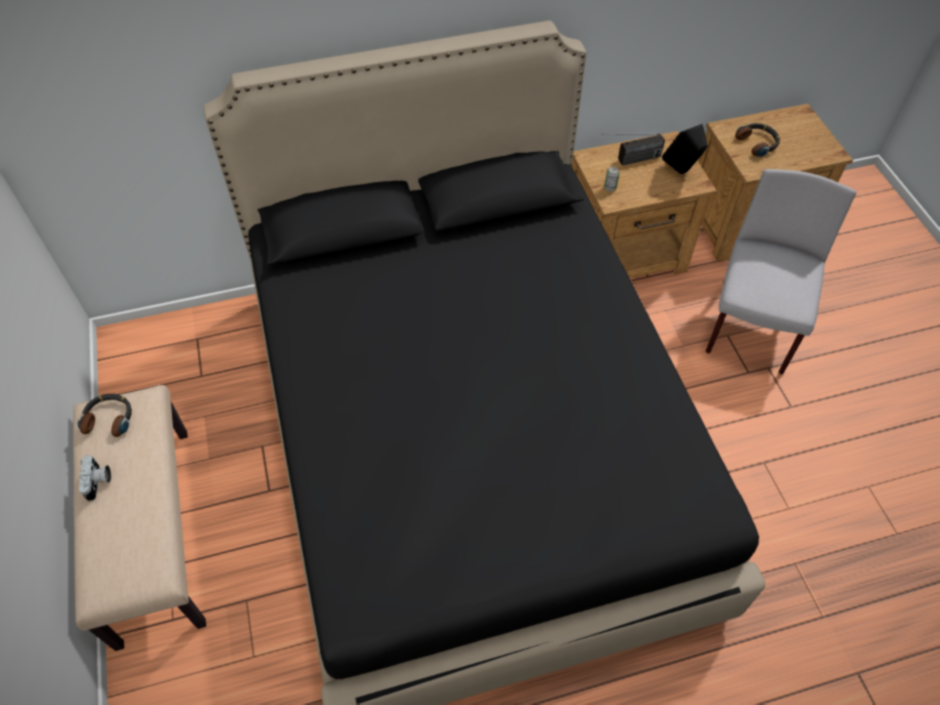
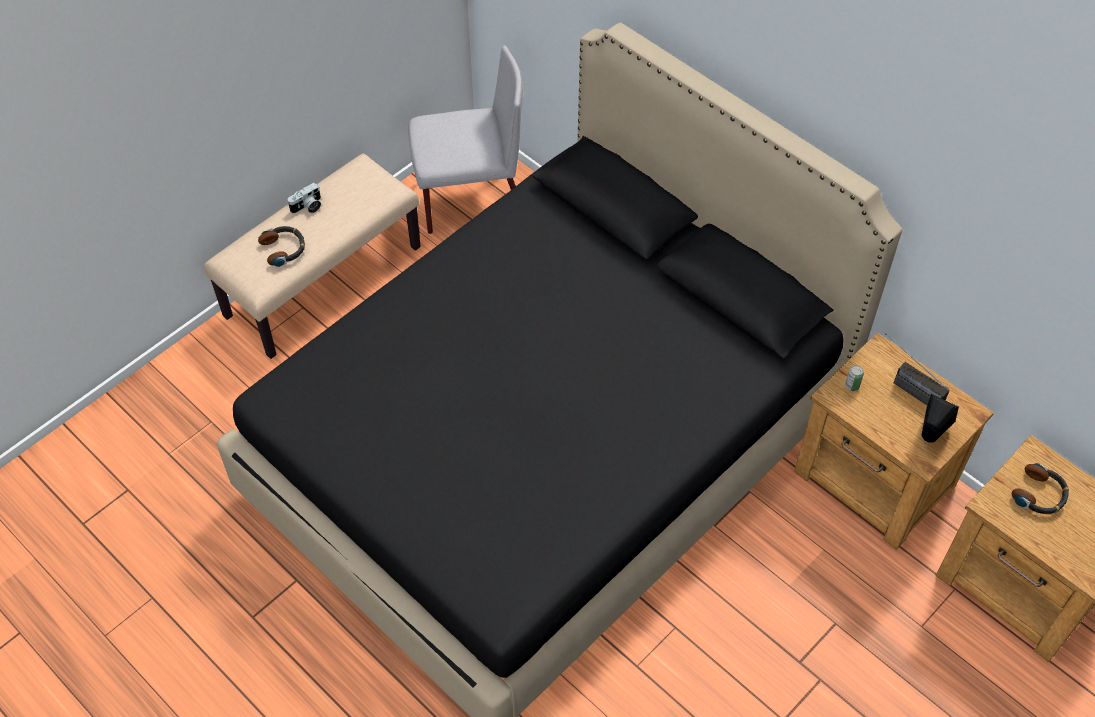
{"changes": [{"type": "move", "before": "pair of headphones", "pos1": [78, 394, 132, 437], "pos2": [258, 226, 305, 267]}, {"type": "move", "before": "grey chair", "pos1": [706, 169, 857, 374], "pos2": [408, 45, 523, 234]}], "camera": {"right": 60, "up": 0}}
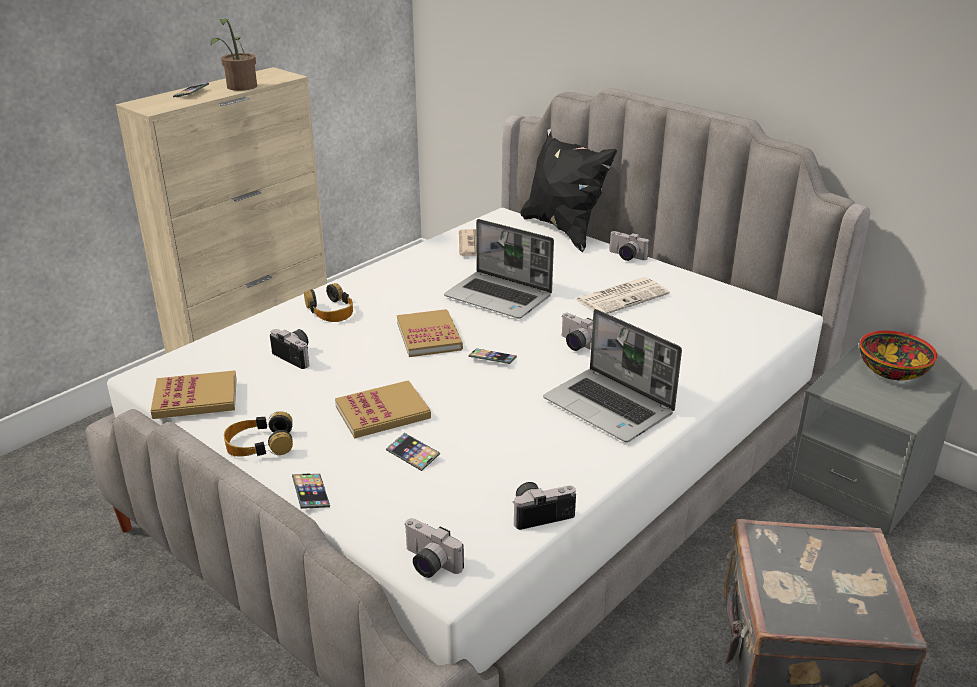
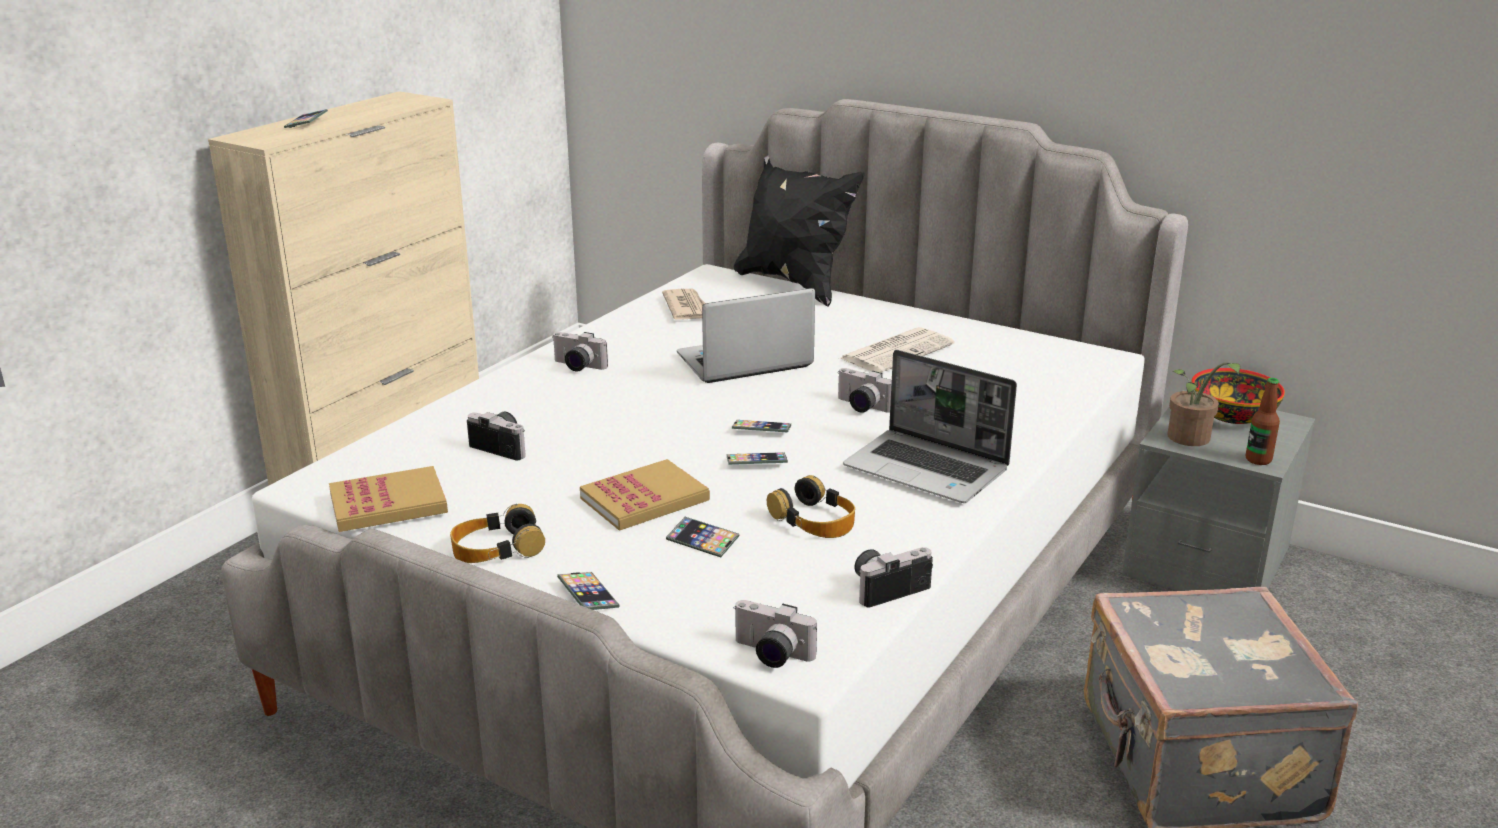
{"changes": [{"type": "move", "before": "photo camera", "pos1": [609, 231, 649, 261], "pos2": [553, 332, 608, 371]}, {"type": "rotate", "before": "notebook computer", "pos1": [444, 219, 554, 319], "pos2": [677, 288, 815, 383], "turn": 135}, {"type": "insert", "after": "phone", "pos2": [727, 452, 788, 465]}, {"type": "move", "before": "pair of headphones", "pos1": [304, 283, 353, 322], "pos2": [767, 475, 855, 538]}, {"type": "move", "before": "potted plant", "pos1": [211, 18, 257, 91], "pos2": [1168, 363, 1241, 446]}, {"type": "insert", "after": "beverage bottle", "pos2": [1246, 378, 1280, 465]}, {"type": "delete", "before": "volume", "pos1": [397, 309, 463, 357]}], "camera": {"right": -10, "up": -5}}
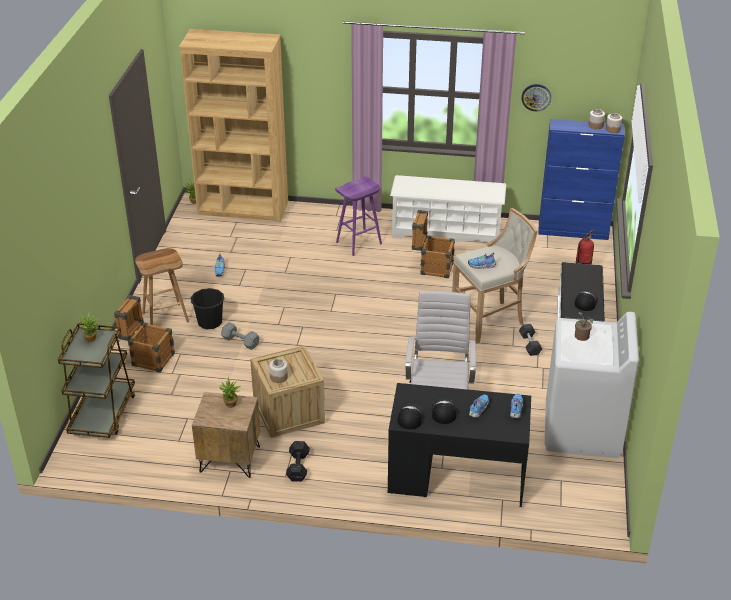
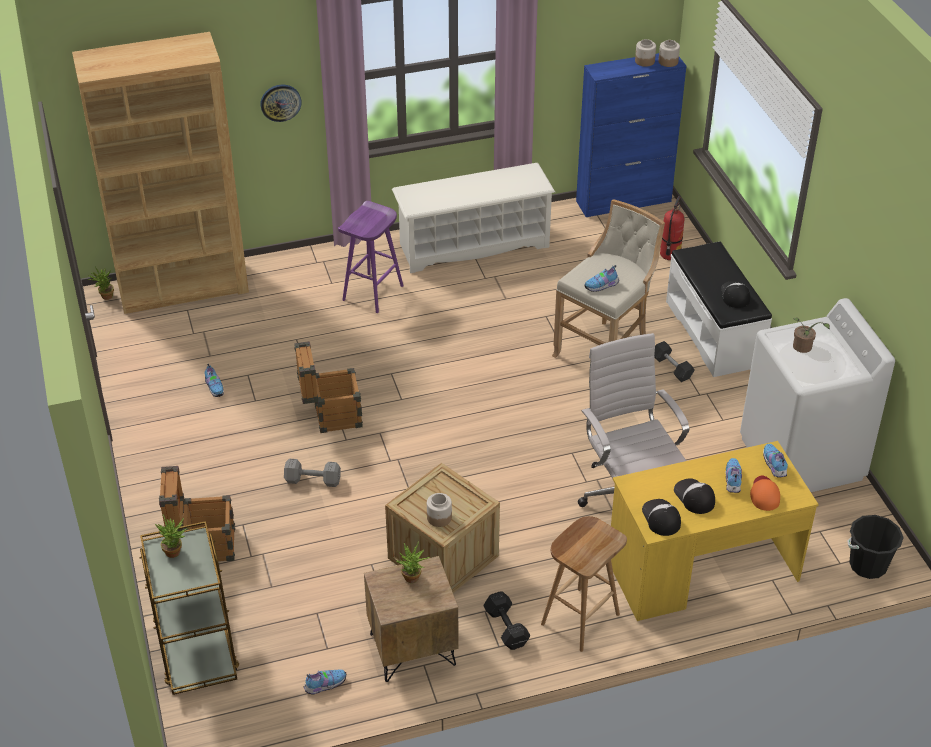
{"changes": [{"type": "move", "before": "hanging clock", "pos1": [522, 84, 551, 111], "pos2": [261, 85, 302, 122]}, {"type": "move", "before": "packing crate", "pos1": [412, 210, 455, 278], "pos2": [294, 341, 363, 433]}, {"type": "insert", "after": "low shoe", "pos2": [304, 669, 346, 695]}, {"type": "move", "before": "brown-coloured stool seat", "pos1": [135, 248, 189, 325], "pos2": [541, 516, 627, 652]}, {"type": "recolor", "before": "blackish desk unit", "after": "yellow-coloured desk unit", "pos1": [388, 383, 531, 507], "pos2": [611, 441, 819, 621]}, {"type": "insert", "after": "orange peaked cap", "pos2": [750, 476, 780, 511]}, {"type": "move", "before": "blackish water bucket", "pos1": [190, 288, 225, 329], "pos2": [847, 515, 904, 579]}], "camera": {"right": -25, "up": 5}}
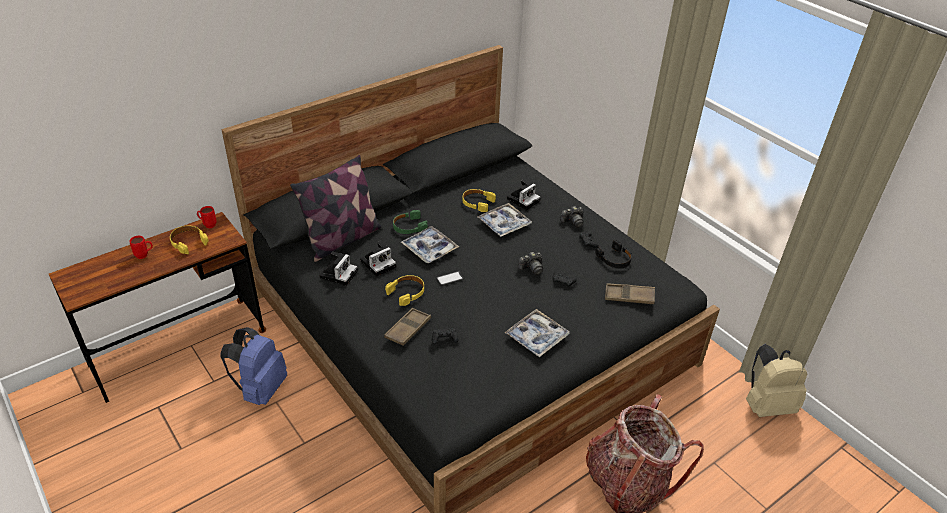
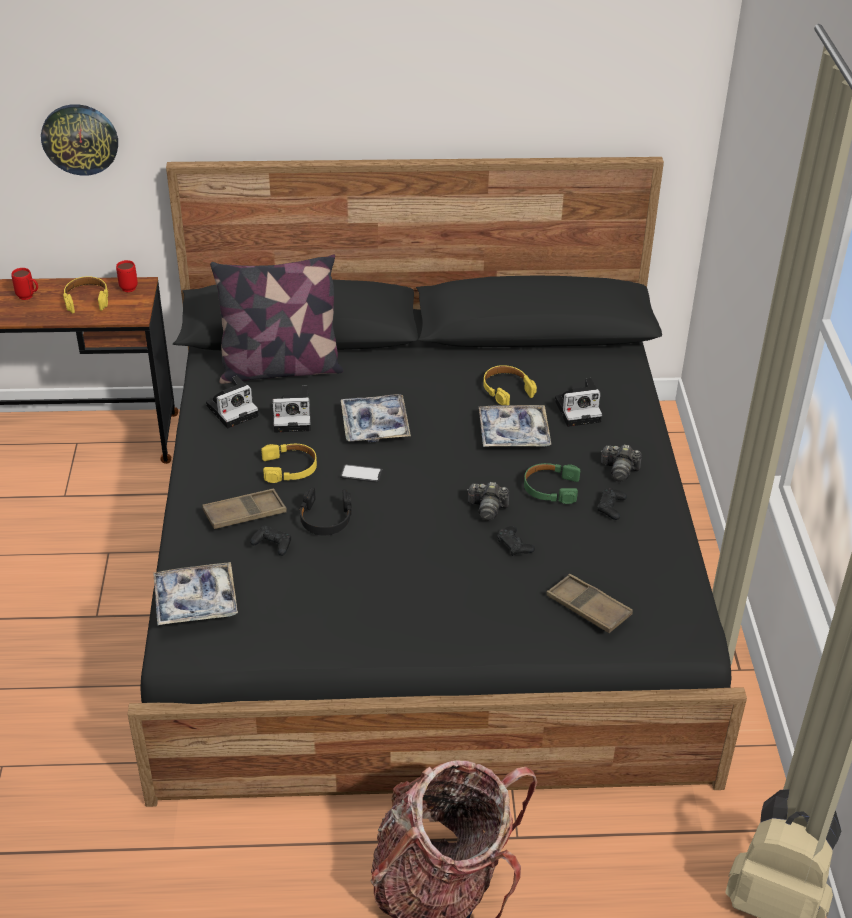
{"changes": [{"type": "insert", "after": "hanging clock", "pos2": [41, 104, 118, 176]}, {"type": "move", "before": "carrying tray", "pos1": [505, 309, 570, 357], "pos2": [154, 562, 238, 625]}, {"type": "move", "before": "blackish pair of headphones", "pos1": [595, 240, 632, 268], "pos2": [300, 487, 352, 535]}, {"type": "move", "before": "green-coloured pair of headphones", "pos1": [393, 210, 428, 234], "pos2": [524, 463, 580, 504]}, {"type": "delete", "before": "blue-coloured backpack", "pos1": [220, 327, 287, 405]}], "camera": {"right": 35, "up": 0}}
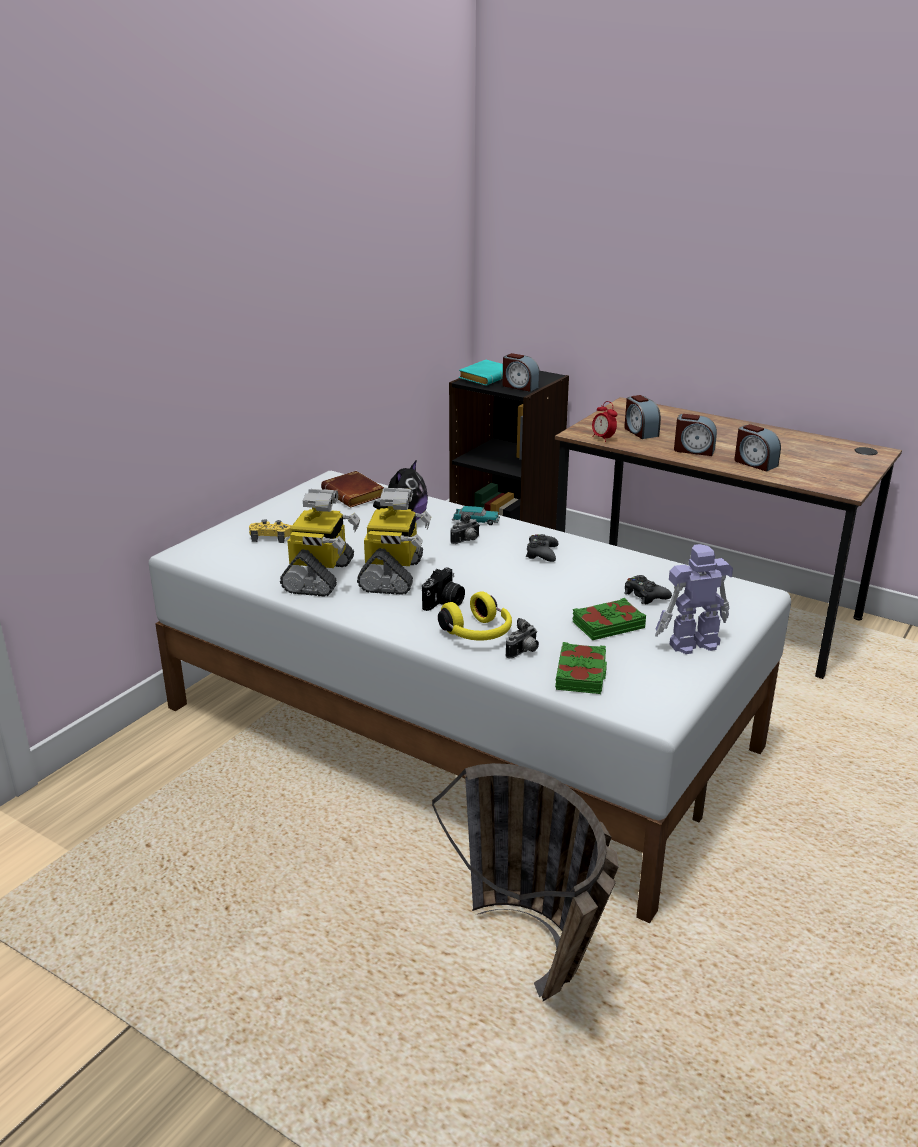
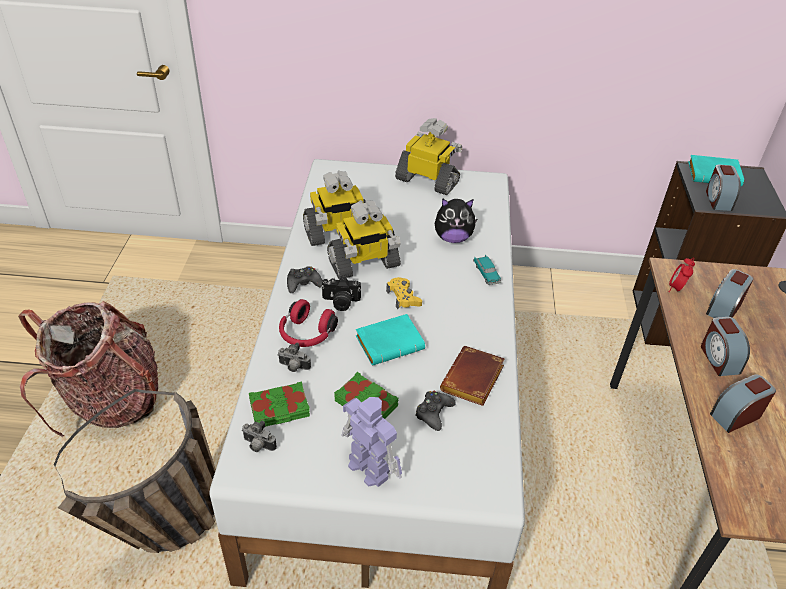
{"changes": [{"type": "insert", "after": "backpack", "pos2": [18, 301, 158, 437]}, {"type": "move", "before": "photo camera", "pos1": [450, 512, 479, 544], "pos2": [242, 421, 277, 452]}, {"type": "recolor", "before": "yellow-coloured pair of headphones", "after": "red pair of headphones", "pos1": [438, 591, 512, 640], "pos2": [279, 299, 338, 347]}, {"type": "move", "before": "blackish game controller", "pos1": [526, 534, 559, 562], "pos2": [287, 266, 322, 293]}, {"type": "insert", "after": "turquoise volume", "pos2": [356, 314, 425, 365]}, {"type": "move", "before": "yellow-coloured game controller", "pos1": [249, 519, 292, 543], "pos2": [386, 277, 422, 309]}, {"type": "insert", "after": "model robot", "pos2": [395, 118, 462, 195]}, {"type": "move", "before": "brown-coloured volume", "pos1": [321, 471, 384, 507], "pos2": [440, 346, 505, 406]}, {"type": "rotate", "before": "bedside clock", "pos1": [734, 424, 781, 472], "pos2": [710, 374, 776, 433], "turn": 45}], "camera": {"right": 60, "up": 15}}
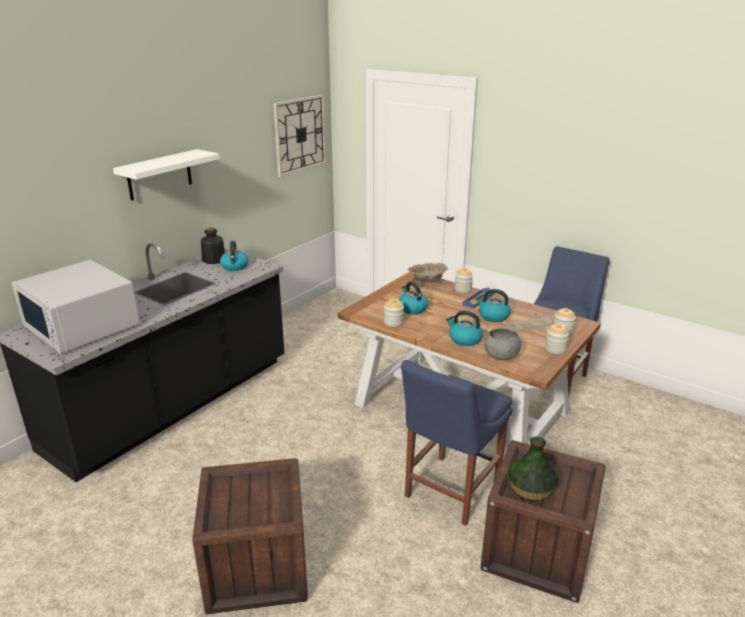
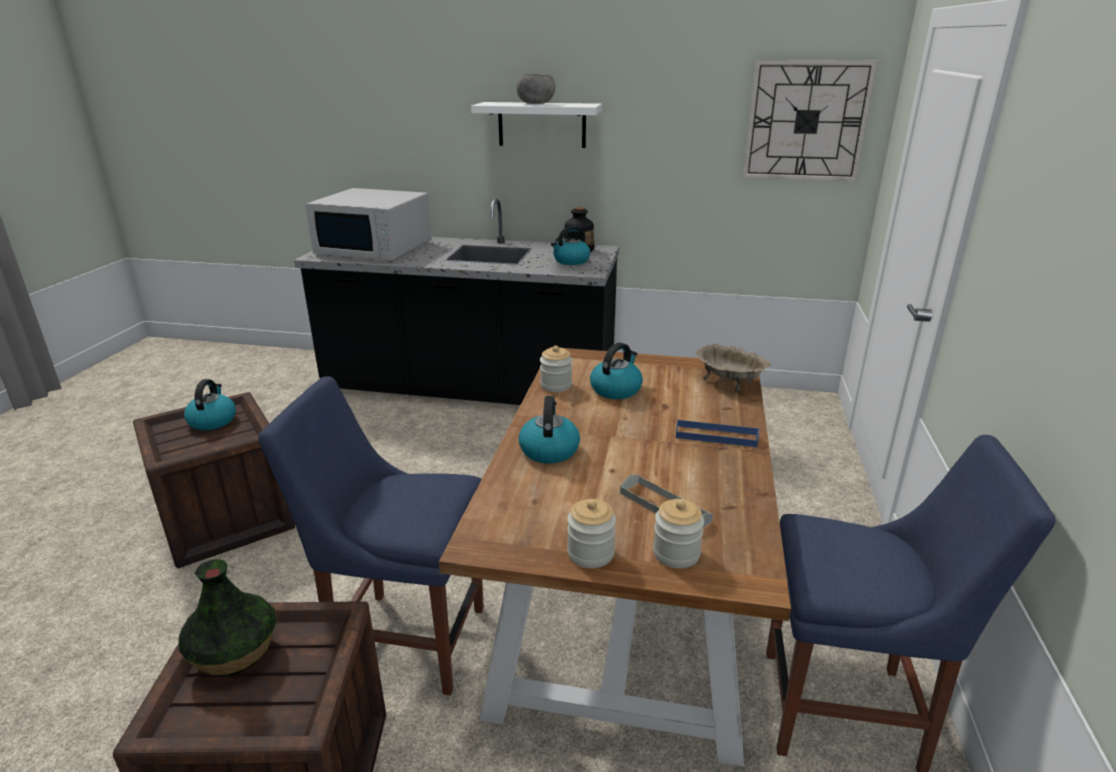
{"changes": [{"type": "move", "before": "water kettle", "pos1": [476, 289, 511, 322], "pos2": [184, 379, 236, 430]}, {"type": "rotate", "before": "white kitchen microwave", "pos1": [11, 260, 140, 354], "pos2": [305, 188, 432, 261], "turn": -90}, {"type": "move", "before": "grey deep dish", "pos1": [484, 328, 521, 360], "pos2": [517, 74, 555, 104]}, {"type": "delete", "before": "jar", "pos1": [455, 267, 473, 293]}], "camera": {"right": 65, "up": 0}}
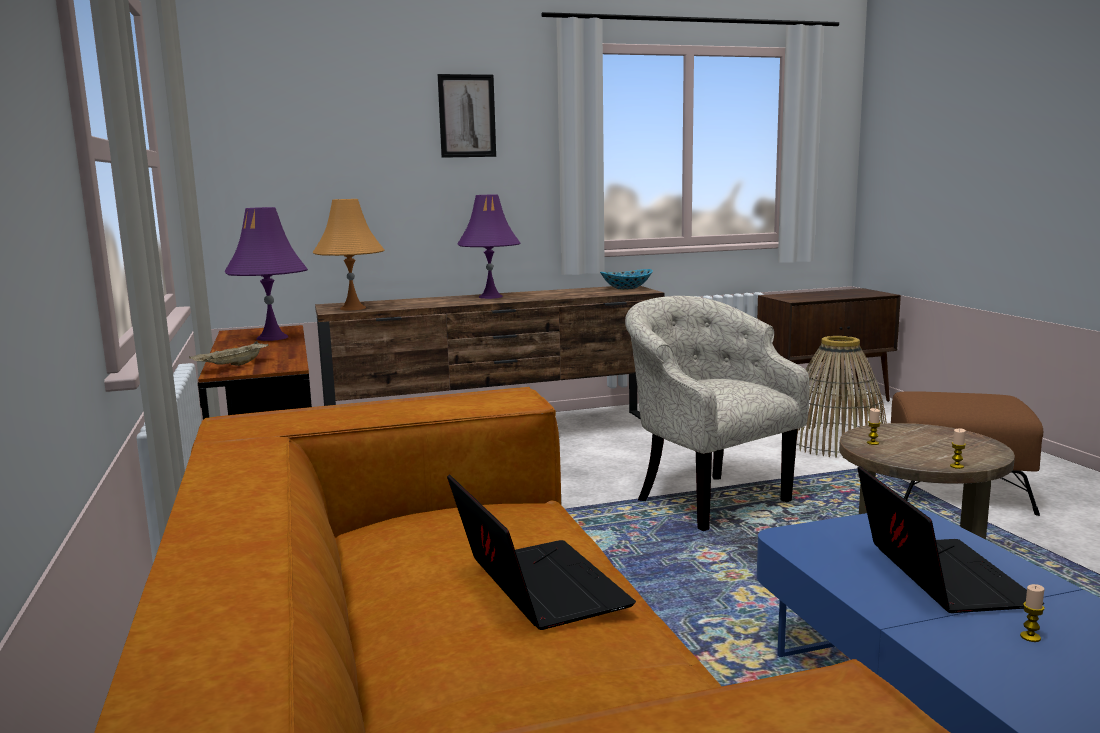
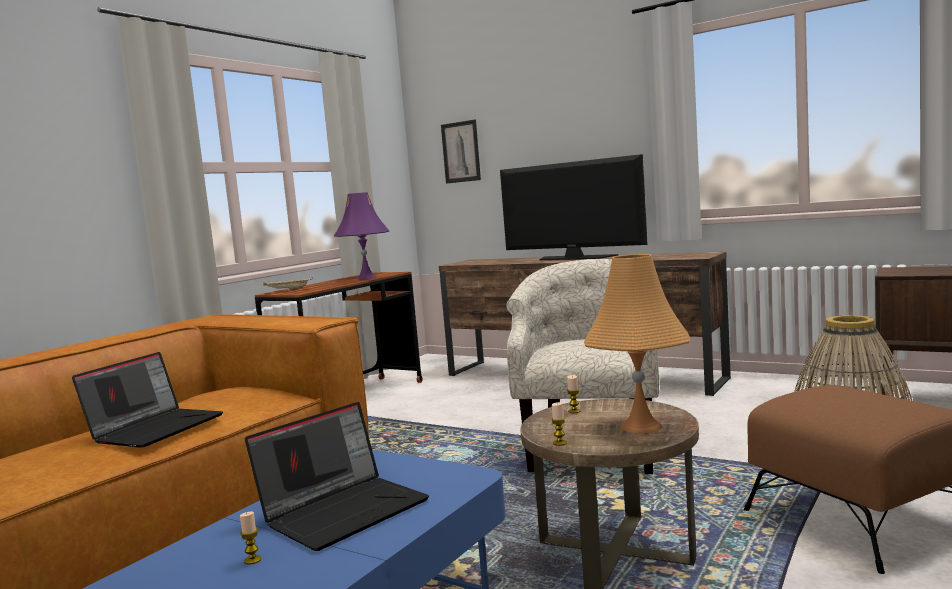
{"changes": [{"type": "move", "before": "wall art", "pos1": [438, 74, 496, 158], "pos2": [441, 120, 481, 184]}, {"type": "replace", "before": "purplish tabletop lamp", "after": "television", "pos1": [457, 194, 521, 299], "pos2": [500, 154, 648, 260]}, {"type": "move", "before": "orange tabletop lamp", "pos1": [313, 199, 385, 310], "pos2": [584, 254, 690, 433]}, {"type": "delete", "before": "deep dish", "pos1": [600, 269, 653, 289]}], "camera": {"right": 50, "up": -5}}
